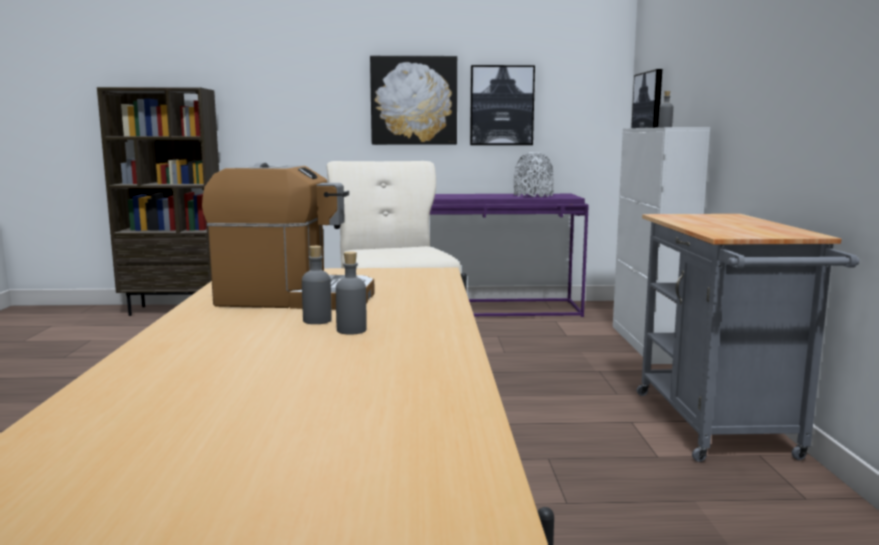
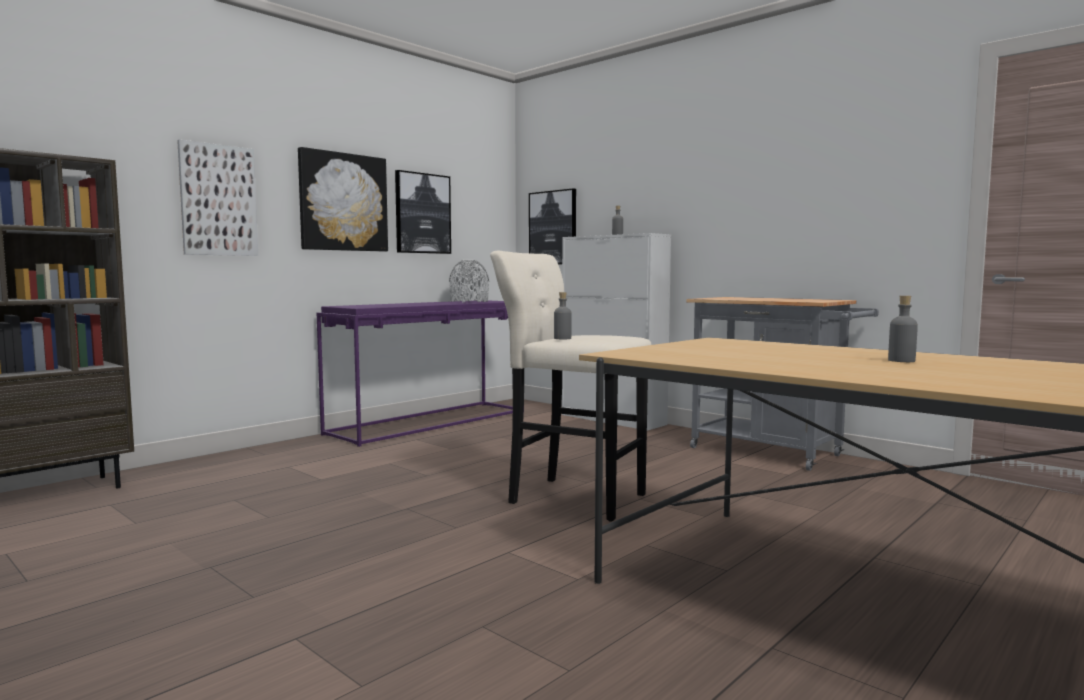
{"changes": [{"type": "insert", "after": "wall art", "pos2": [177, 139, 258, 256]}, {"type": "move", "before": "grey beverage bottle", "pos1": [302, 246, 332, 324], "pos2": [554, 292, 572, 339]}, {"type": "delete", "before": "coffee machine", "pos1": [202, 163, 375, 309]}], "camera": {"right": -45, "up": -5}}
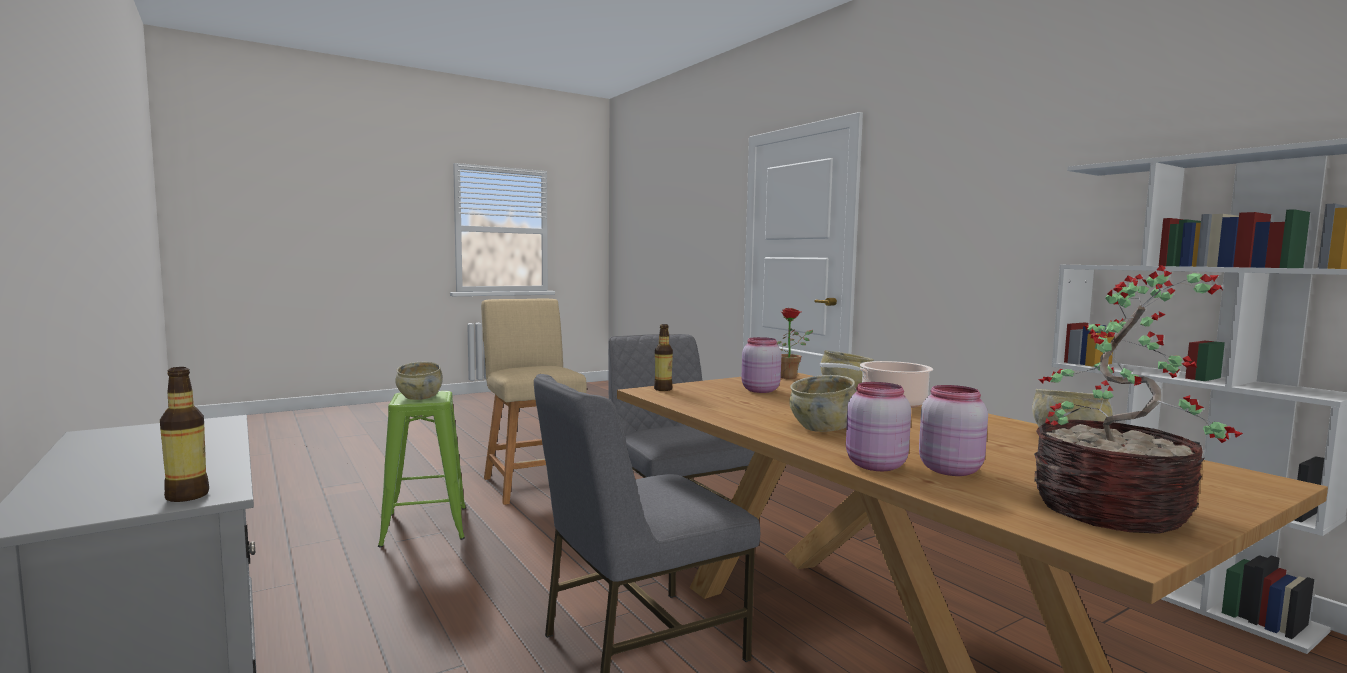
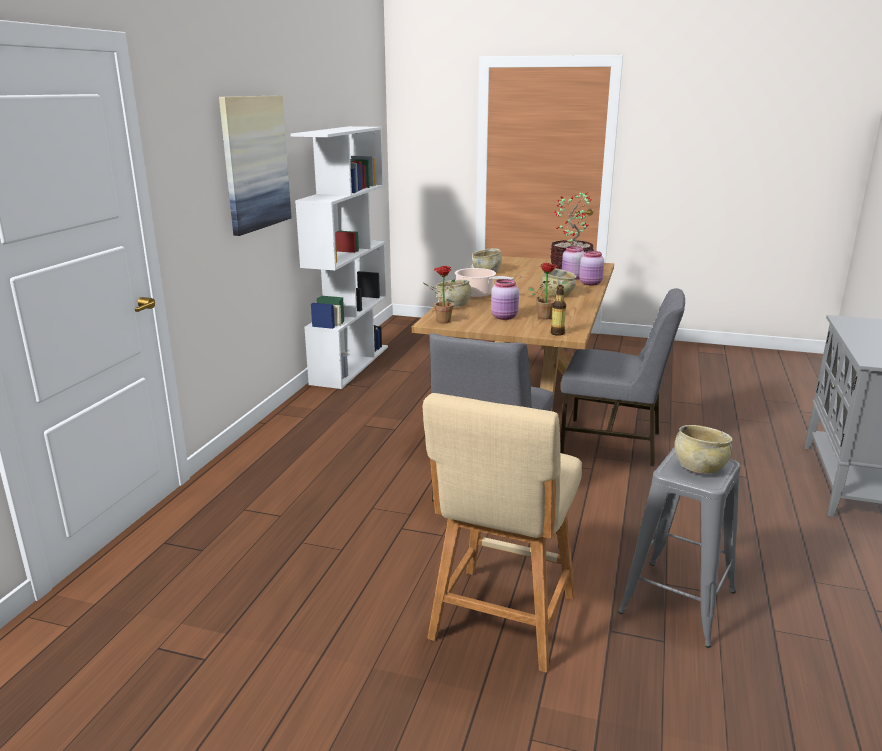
{"changes": [{"type": "insert", "after": "wall art", "pos2": [219, 95, 291, 236]}, {"type": "insert", "after": "potted plant", "pos2": [528, 263, 569, 319]}, {"type": "recolor", "before": "green-coloured stool seat", "after": "grey stool seat", "pos1": [378, 391, 466, 548], "pos2": [618, 447, 741, 648]}, {"type": "delete", "before": "beverage bottle", "pos1": [160, 367, 209, 502]}], "camera": {"right": -130, "up": 15}}
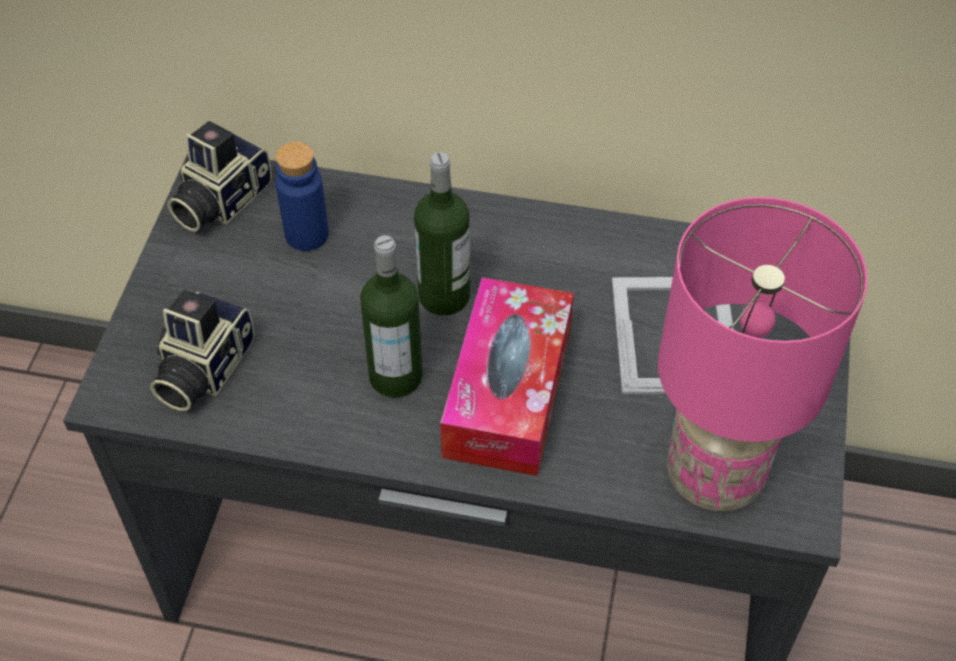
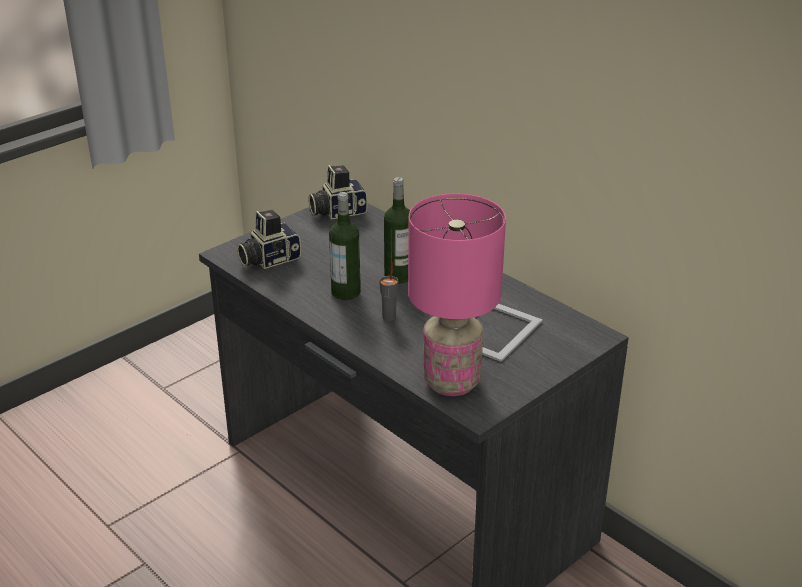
{"changes": [{"type": "replace", "before": "box of tissues", "after": "grey cup", "pos1": [440, 277, 574, 476], "pos2": [379, 262, 398, 321]}, {"type": "delete", "before": "blue-coloured beverage bottle", "pos1": [276, 142, 329, 251]}], "camera": {"right": 35, "up": -20}}
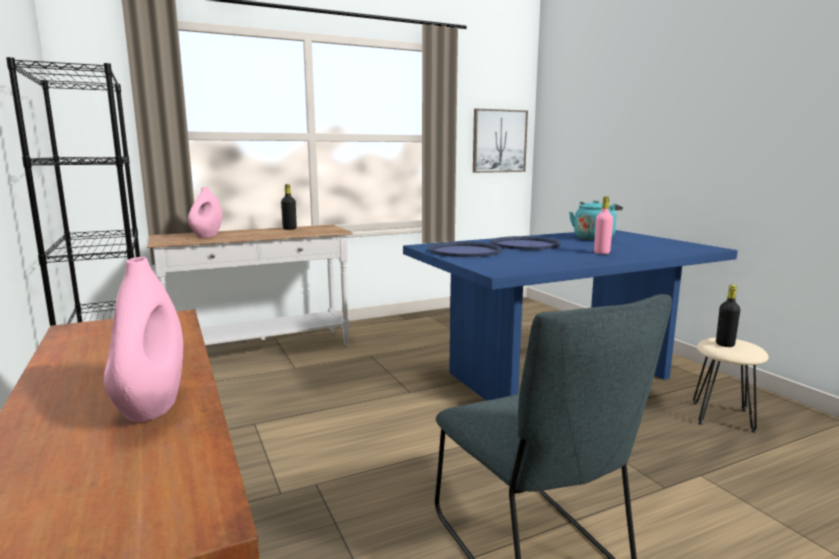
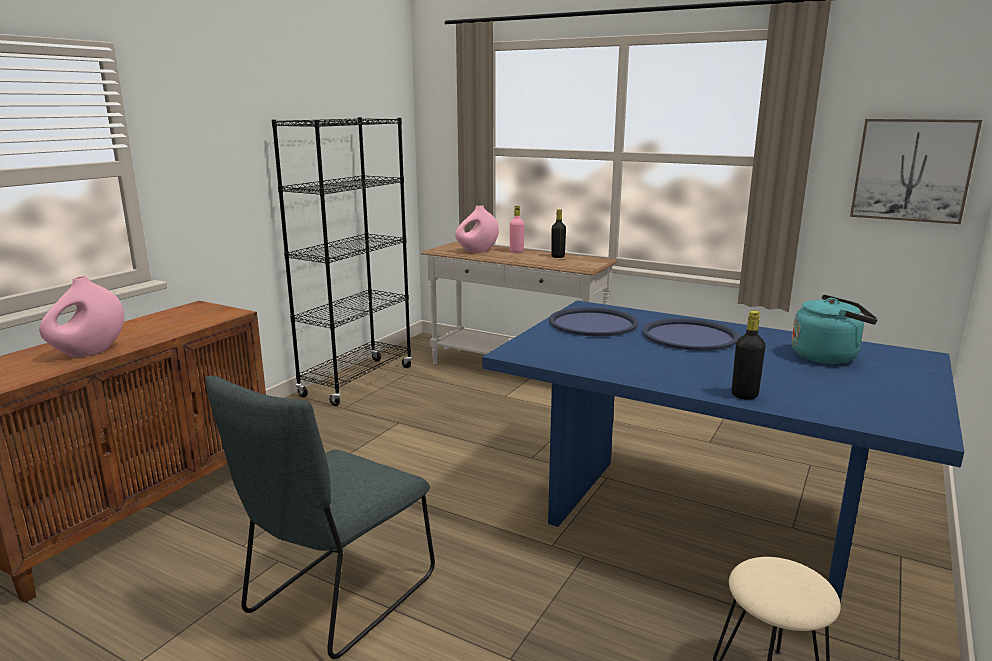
{"changes": [{"type": "move", "before": "pink beverage bottle", "pos1": [594, 197, 613, 254], "pos2": [510, 206, 524, 253]}, {"type": "move", "before": "blackish beverage bottle", "pos1": [716, 285, 740, 347], "pos2": [732, 311, 766, 399]}], "camera": {"right": 55, "up": 5}}
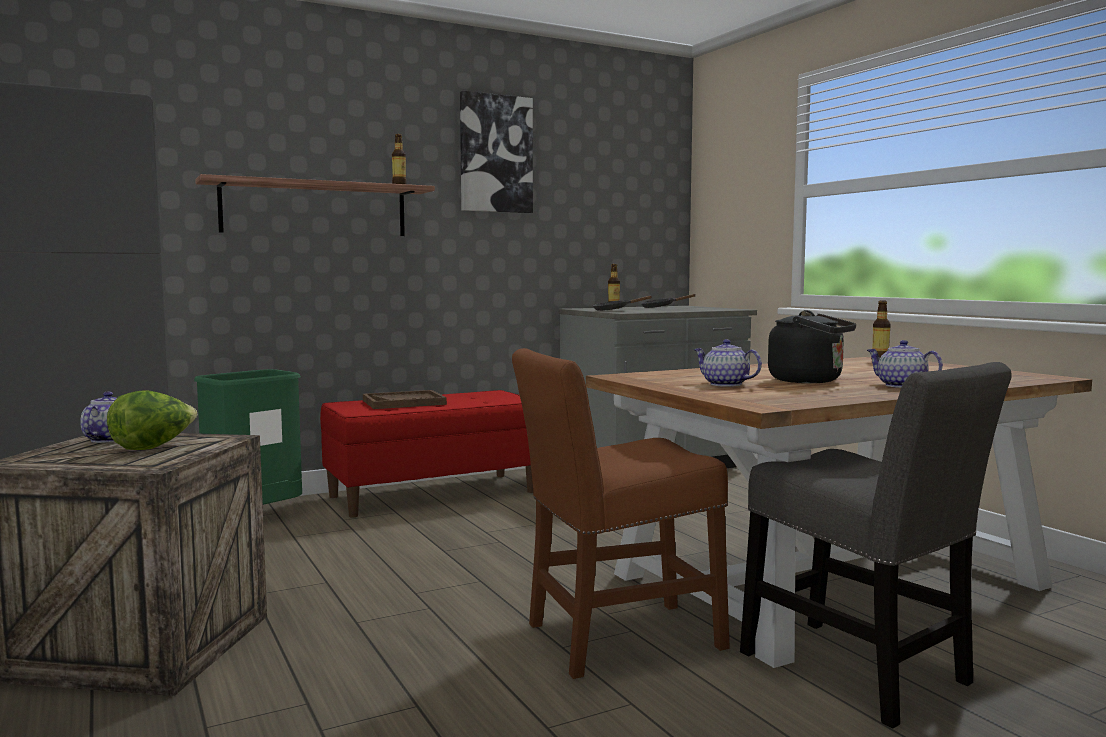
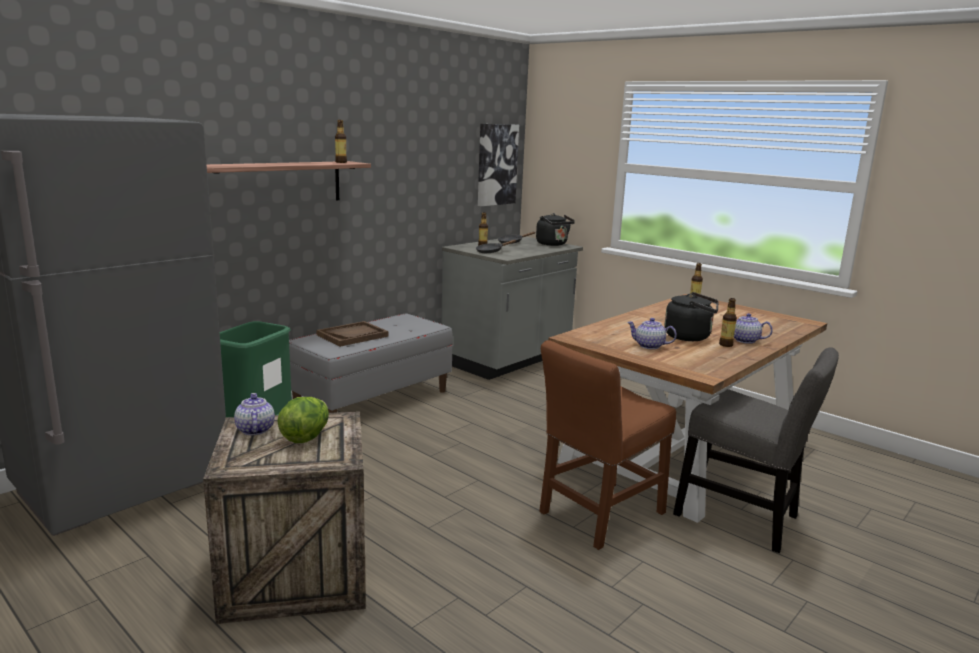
{"changes": [{"type": "recolor", "before": "red long seat", "after": "grey long seat", "pos1": [320, 390, 533, 518], "pos2": [289, 313, 453, 413]}, {"type": "move", "before": "wall art", "pos1": [460, 91, 533, 213], "pos2": [478, 124, 519, 206]}, {"type": "insert", "after": "blackish water kettle", "pos2": [536, 213, 575, 246]}, {"type": "insert", "after": "beverage bottle", "pos2": [719, 298, 737, 347]}], "camera": {"right": -20, "up": 10}}
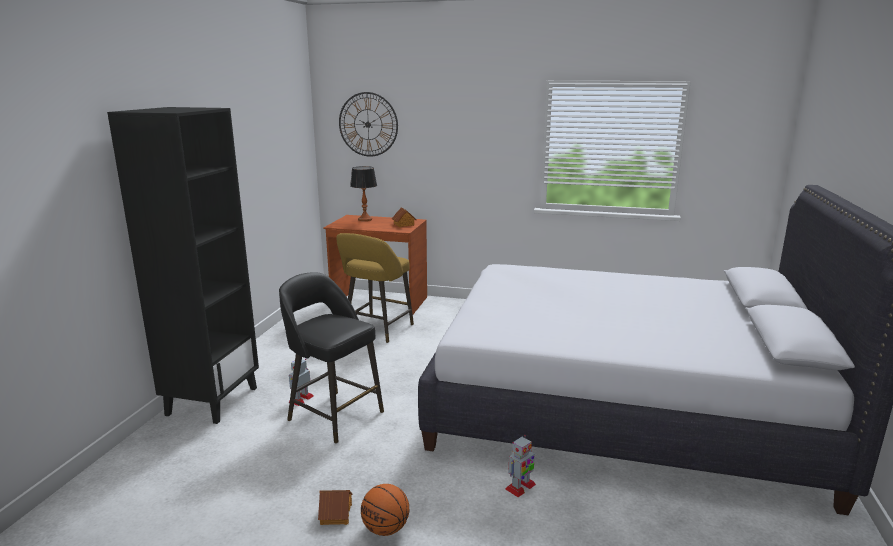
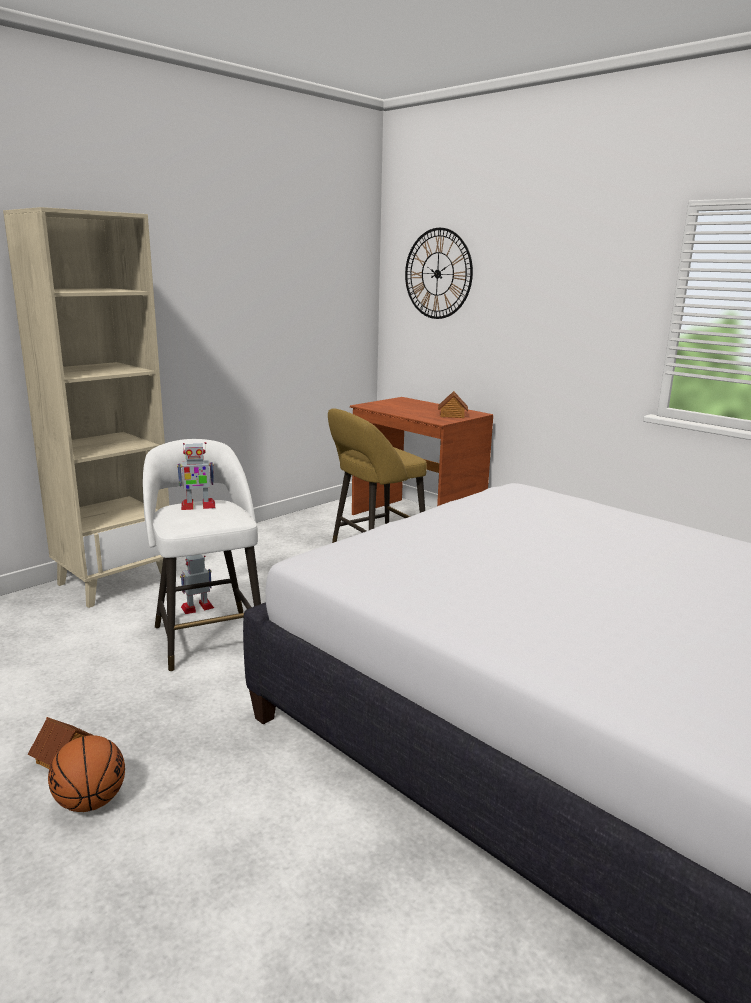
{"changes": [{"type": "recolor", "before": "blackish bookshelf", "after": "sand-coloured bookshelf", "pos1": [107, 107, 259, 424], "pos2": [3, 207, 169, 608]}, {"type": "recolor", "before": "blackish stool seat", "after": "white stool seat", "pos1": [279, 272, 384, 443], "pos2": [143, 439, 261, 671]}, {"type": "move", "before": "model robot", "pos1": [505, 435, 536, 497], "pos2": [177, 442, 215, 510]}, {"type": "delete", "before": "tabletop lamp", "pos1": [350, 166, 377, 221]}], "camera": {"right": 30, "up": 0}}
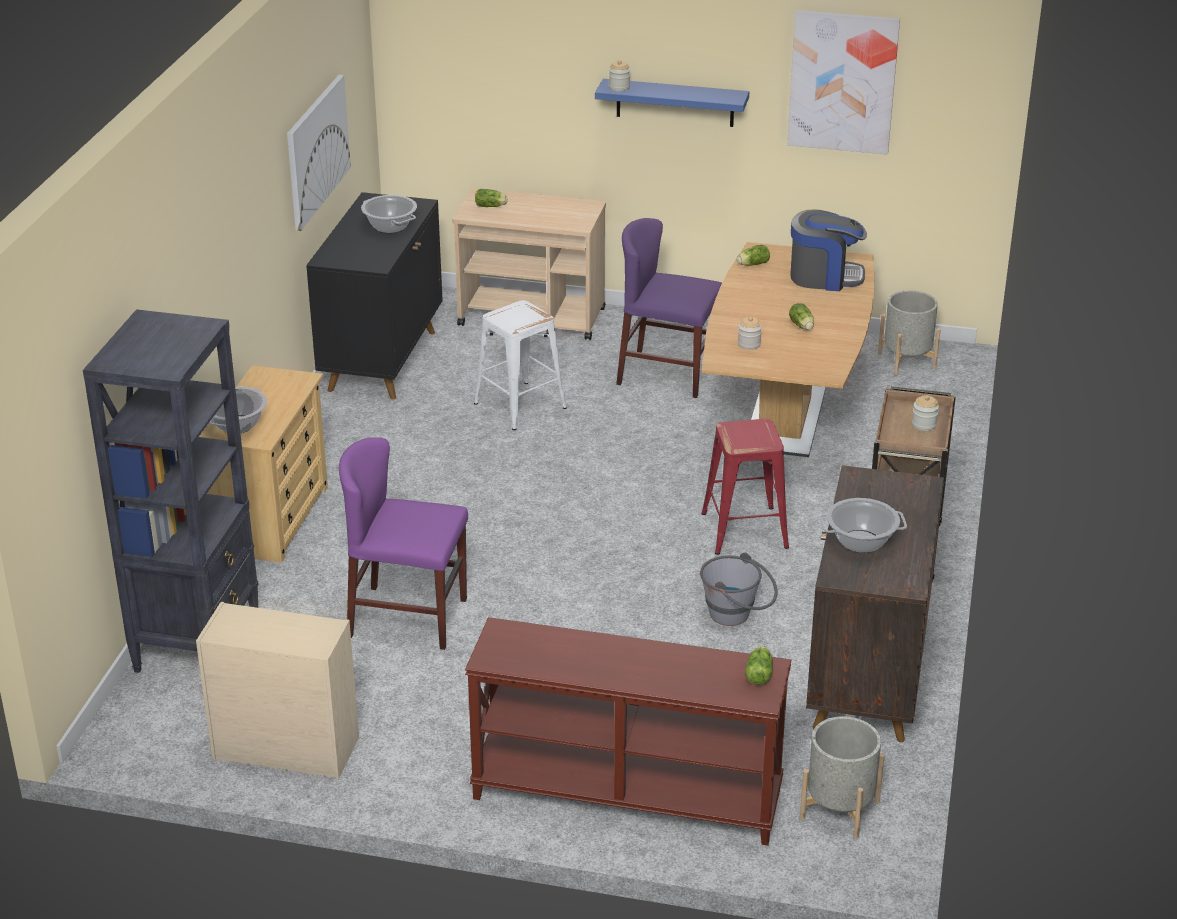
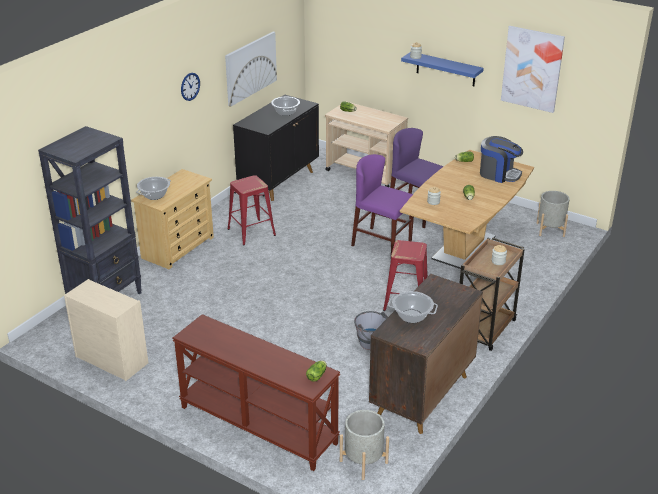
{"changes": [{"type": "insert", "after": "hanging clock", "pos2": [181, 73, 200, 101]}, {"type": "insert", "after": "red stool seat", "pos2": [228, 175, 276, 246]}, {"type": "move", "before": "purplish chair", "pos1": [339, 438, 468, 650], "pos2": [351, 154, 414, 254]}, {"type": "delete", "before": "white stool seat", "pos1": [474, 300, 567, 430]}], "camera": {"right": 20, "up": 0}}
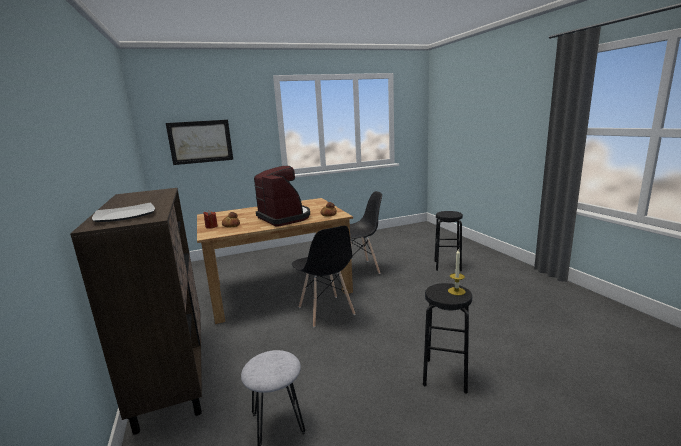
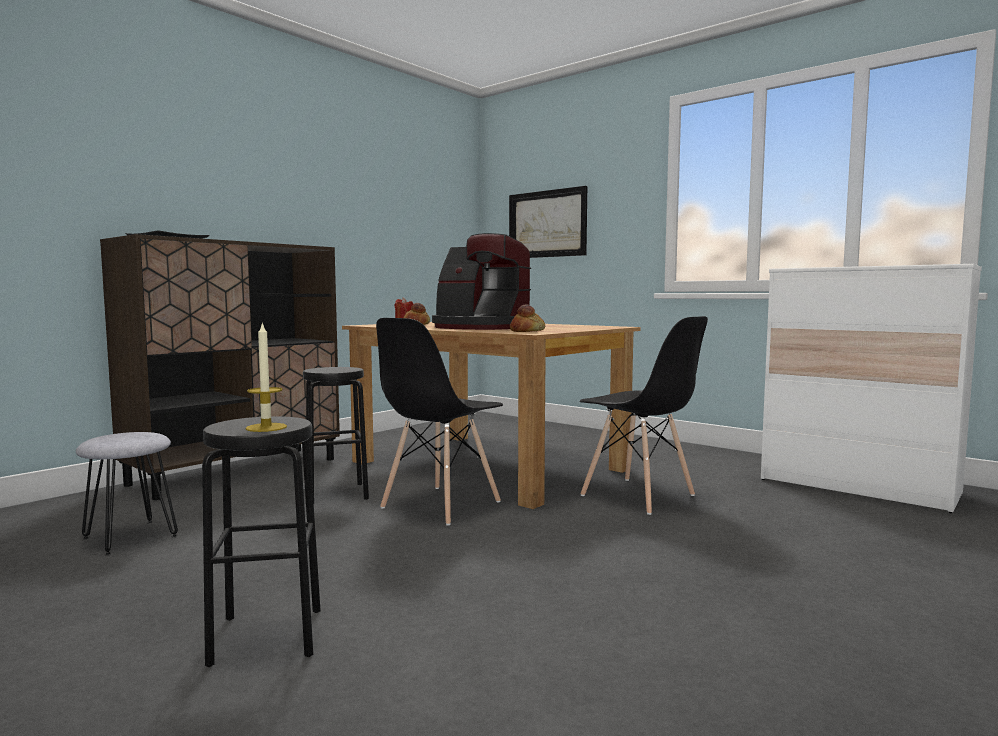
{"changes": [{"type": "move", "before": "blackish stool seat", "pos1": [434, 211, 463, 271], "pos2": [303, 367, 369, 502]}, {"type": "rotate", "before": "coffee machine", "pos1": [254, 166, 310, 226], "pos2": [432, 233, 531, 330], "turn": 90}, {"type": "insert", "after": "white chest of drawers", "pos2": [761, 264, 982, 513]}], "camera": {"right": 60, "up": -10}}
